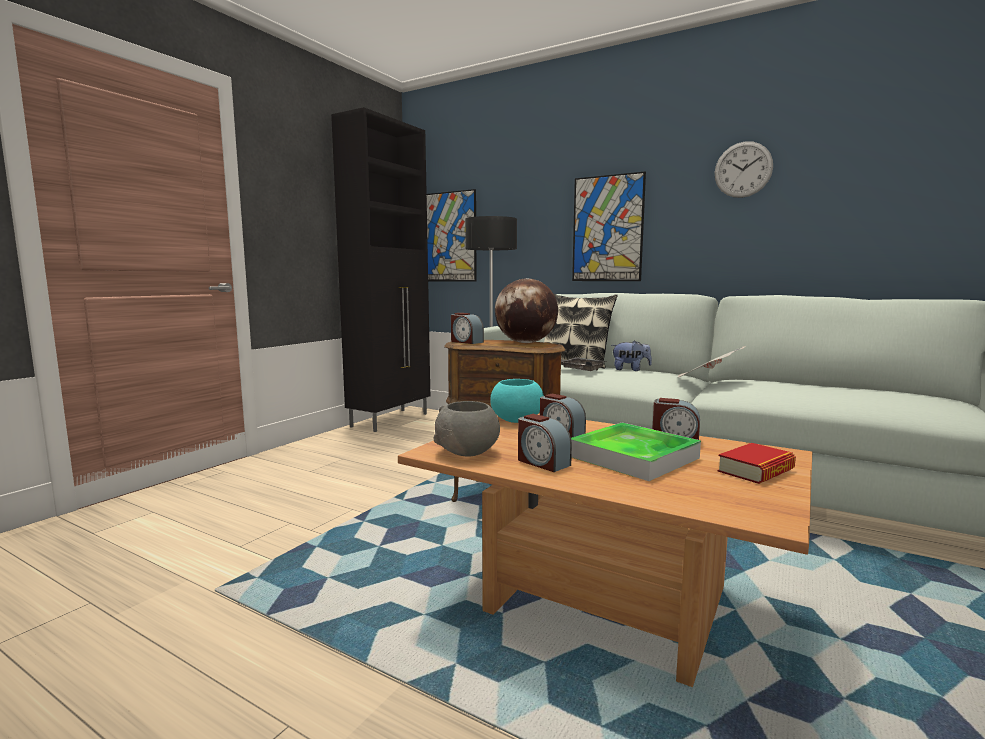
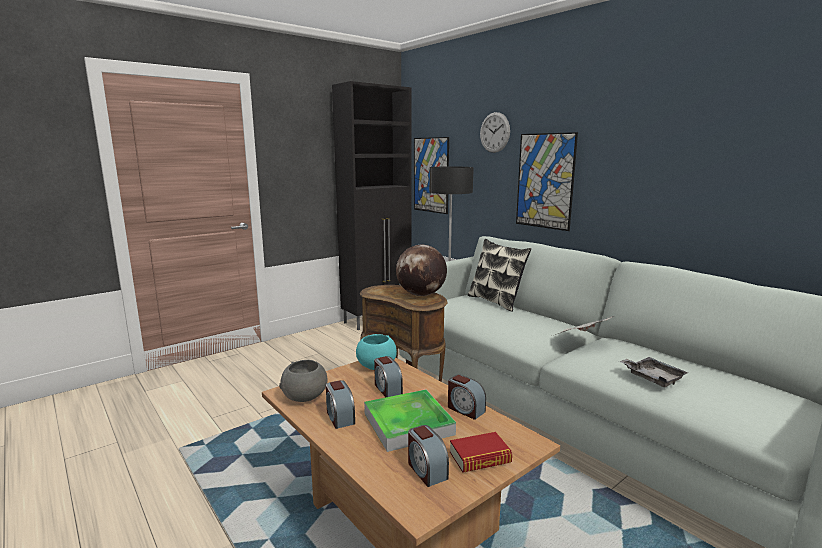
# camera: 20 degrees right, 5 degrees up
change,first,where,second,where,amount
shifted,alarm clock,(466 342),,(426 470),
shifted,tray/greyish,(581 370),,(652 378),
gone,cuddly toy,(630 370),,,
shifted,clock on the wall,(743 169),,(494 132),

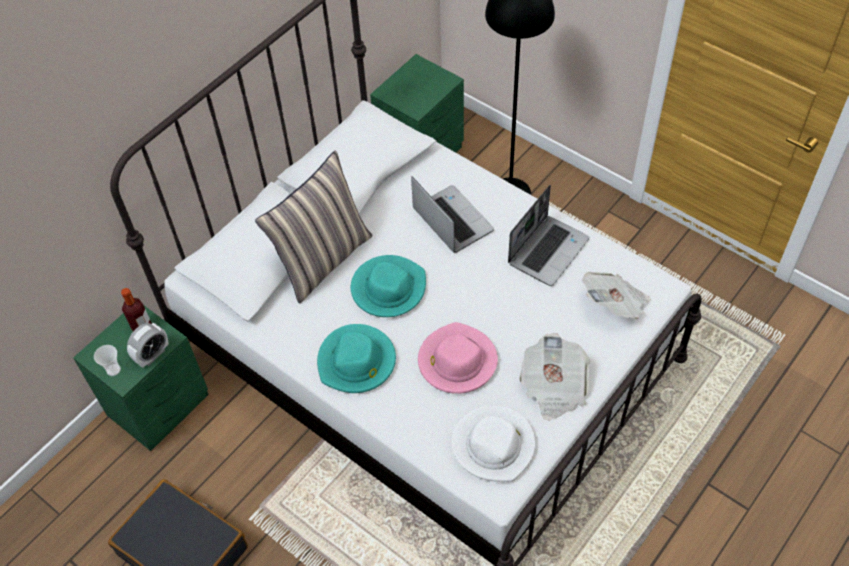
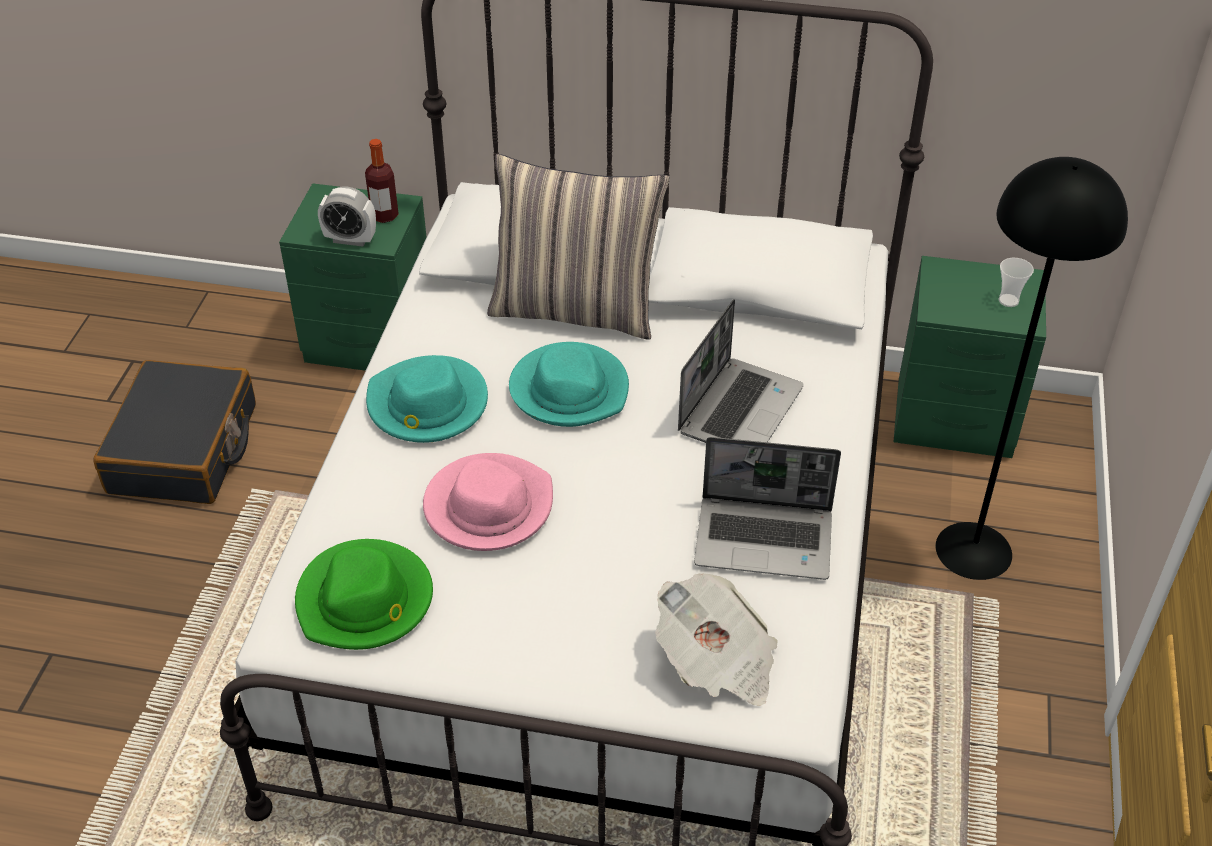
# camera: 60 degrees right, 10 degrees down
change,first,where,second,where,amount
shifted,cup,(113 370),,(1008 300),
repainted,hat/white-coloured,(494 445),hat/greenish,(365 600),
gone,daily paper,(553 388),,,

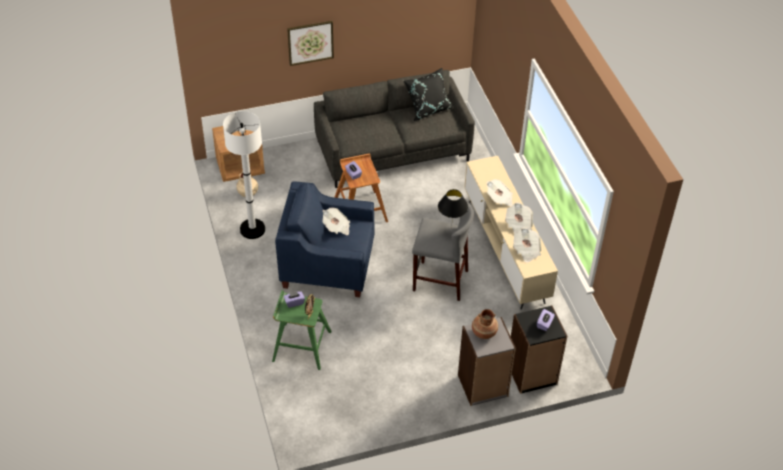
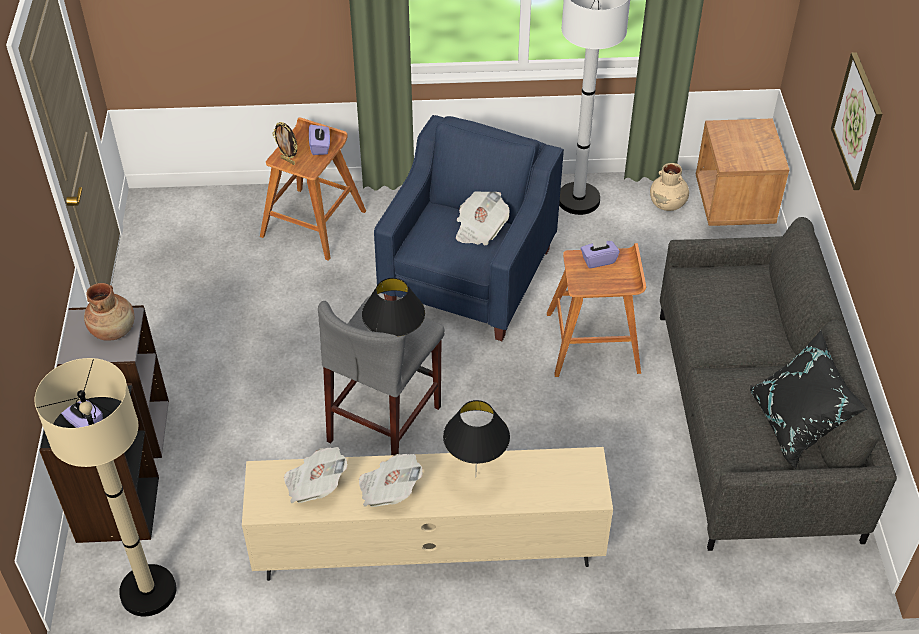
# camera: 105 degrees right, 0 degrees up
change,first,where,second,where,amount
repainted,stool seat/greenish,(301 346),stool seat/brown,(314 223),
swapped,daily paper,(499 199),lamp for a table/black,(475 477),
new,,,standard lamp/beige,(148 591),

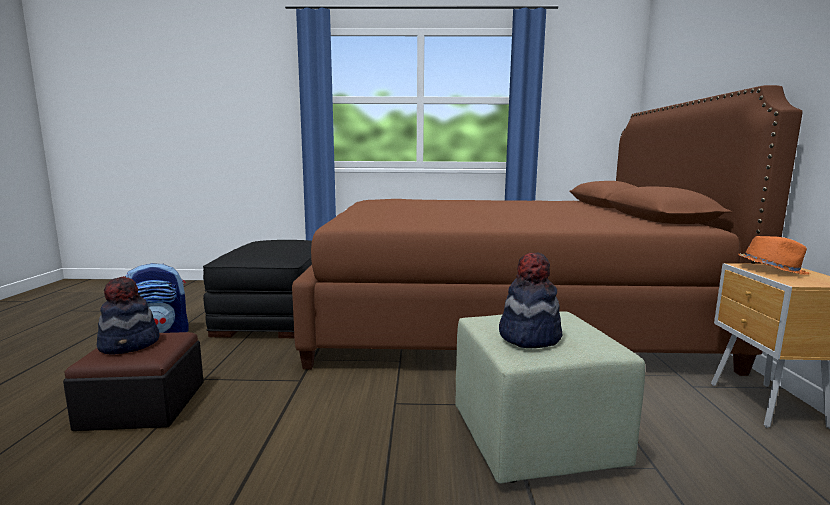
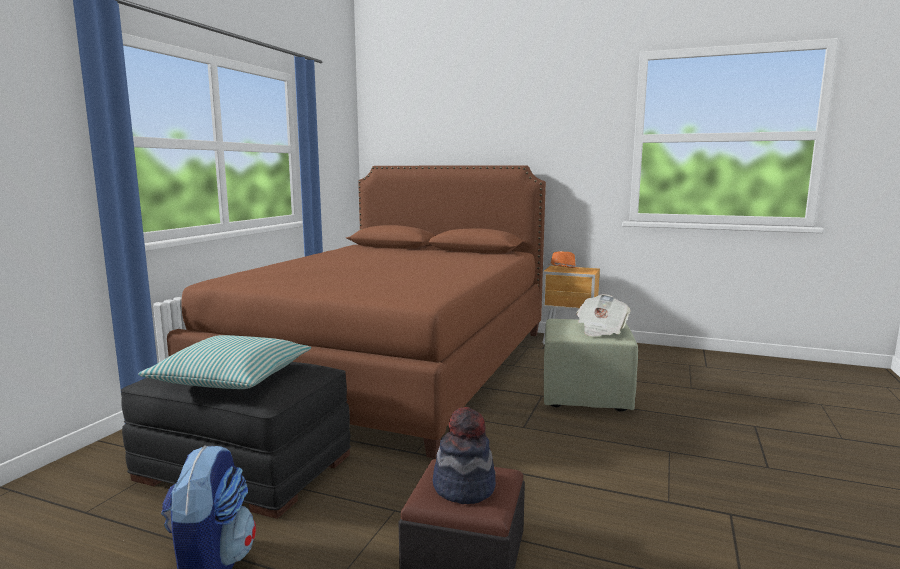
# camera: 70 degrees left, 0 degrees up
change,first,where,second,where,amount
swapped,hat,(529 336),daily paper,(601 330),
new,,,pillow,(232 378),

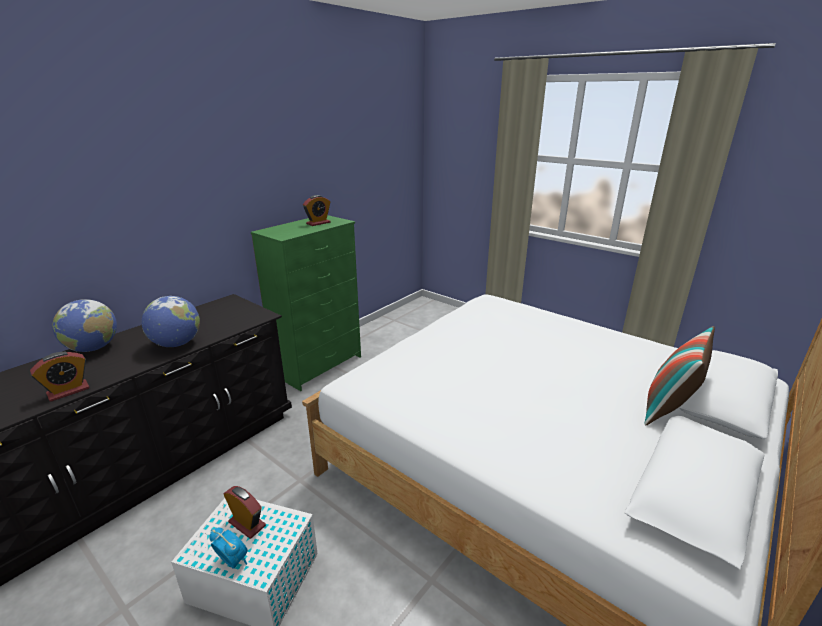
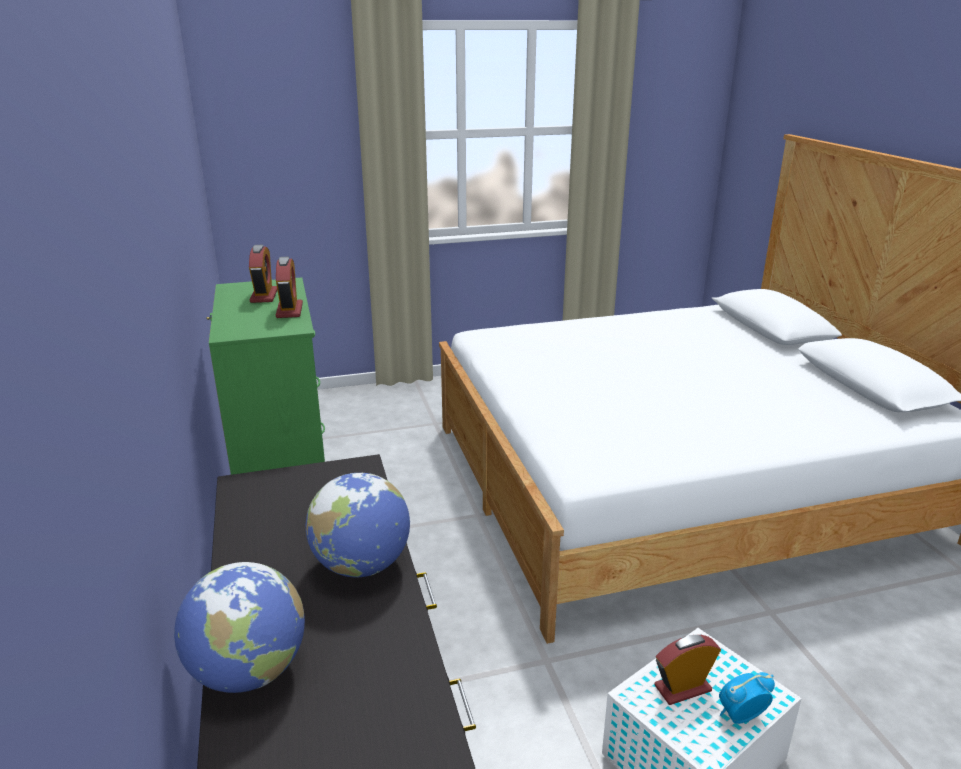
# camera: 55 degrees left, 0 degrees up
change,first,where,second,where,amount
shifted,alarm clock,(68 391),,(289 310),
gone,pillow,(669 408),,,

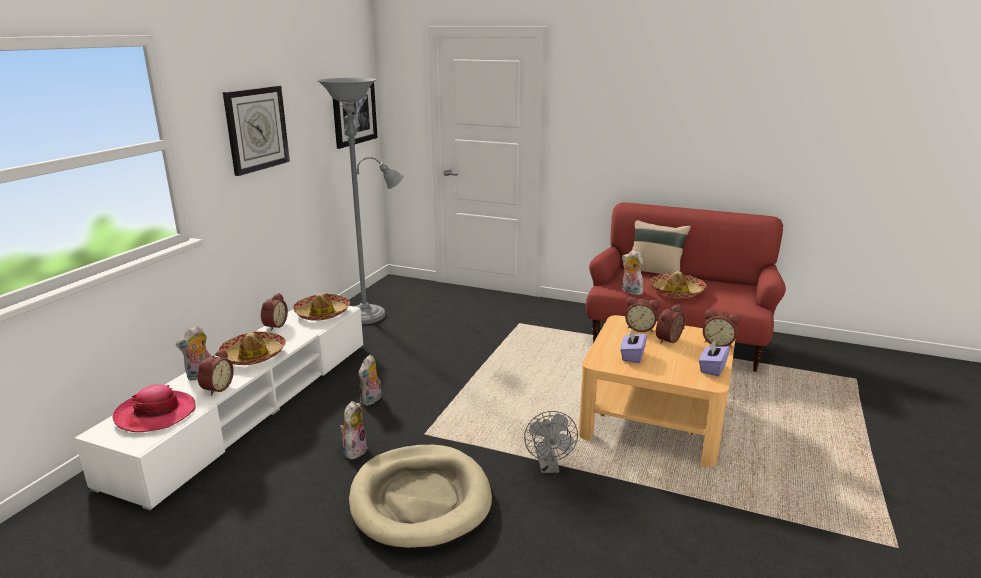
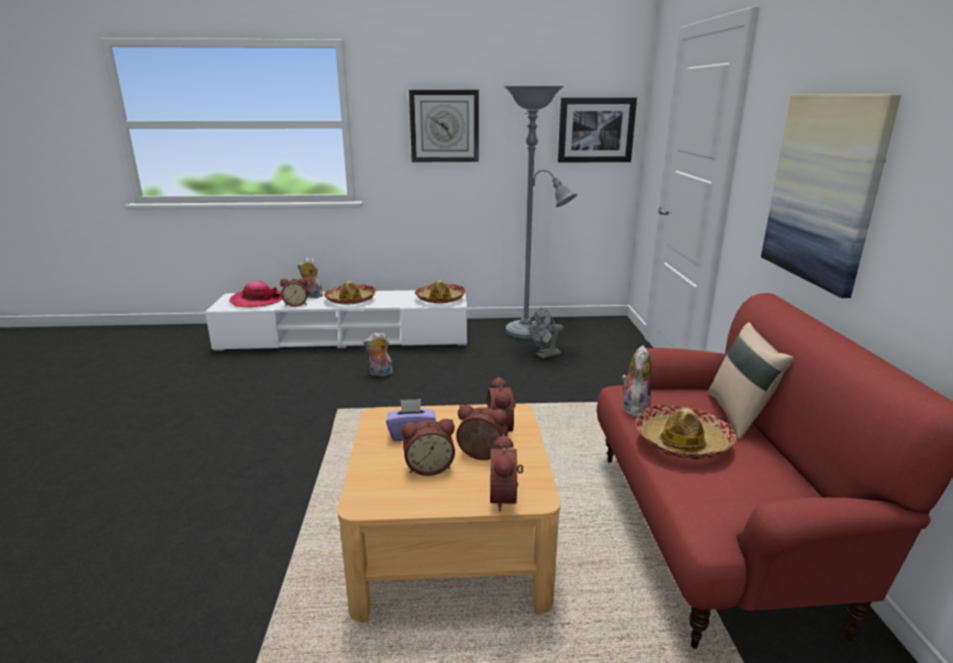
# camera: 65 degrees right, 0 degrees up
change,first,where,second,where,amount
shifted,alarm clock,(274 325),,(429 467),
gone,cuddly toy,(354 450),,,
gone,dog bed/beige,(420 500),,,
shifted,electric fan/greyish,(549 467),,(545 355),
gone,box of tissues/purple,(712 368),,,
new,,,wall picture,(824 189),

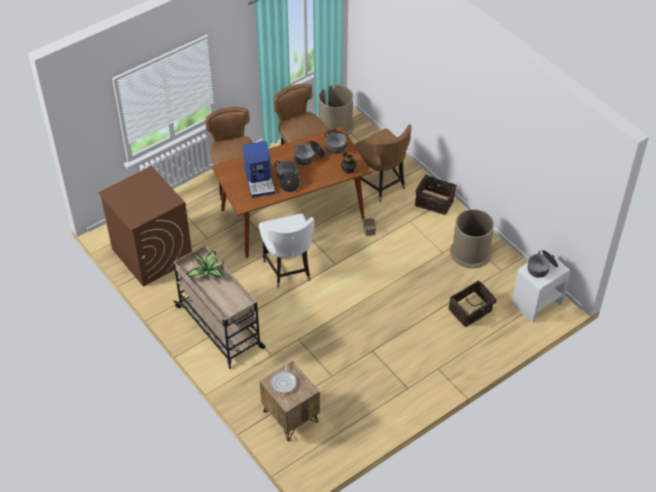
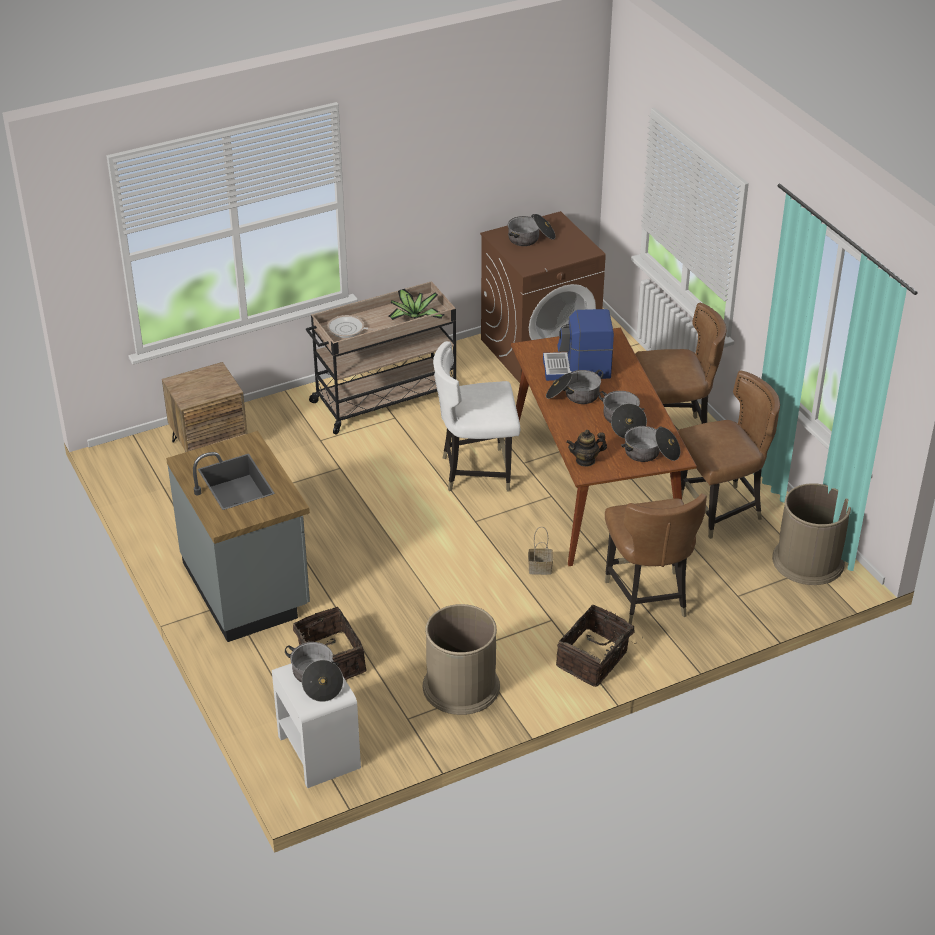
# camera: 100 degrees right, 10 degrees down
change,first,where,second,where,amount
shifted,skillet,(284 382),,(348 330),
rotated,upright chair/brown,(381 184),,(648 597),75 degrees counterclockwise
new,,,kitchen counter/greyish,(247 587),
new,,,saucepot,(531 238),

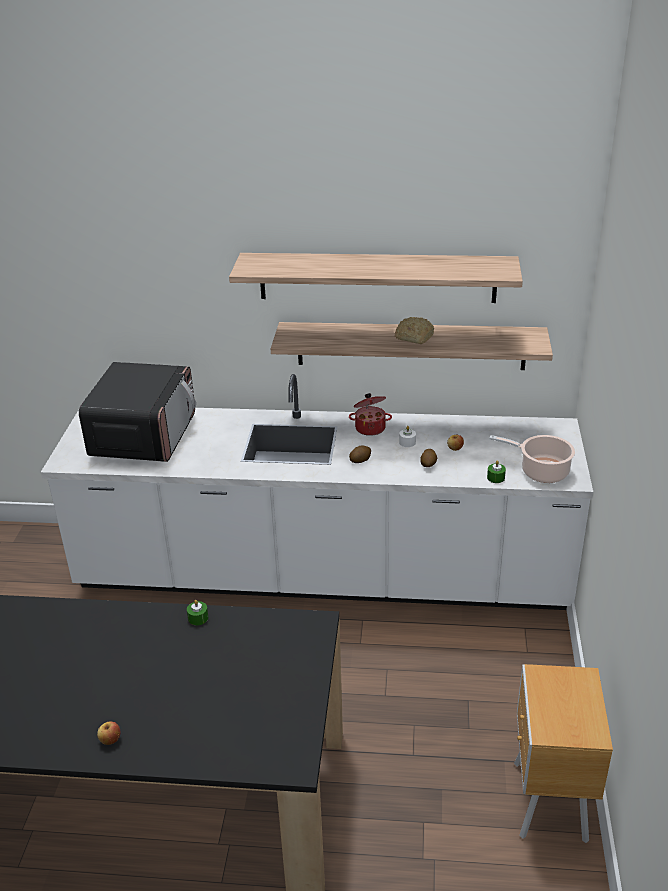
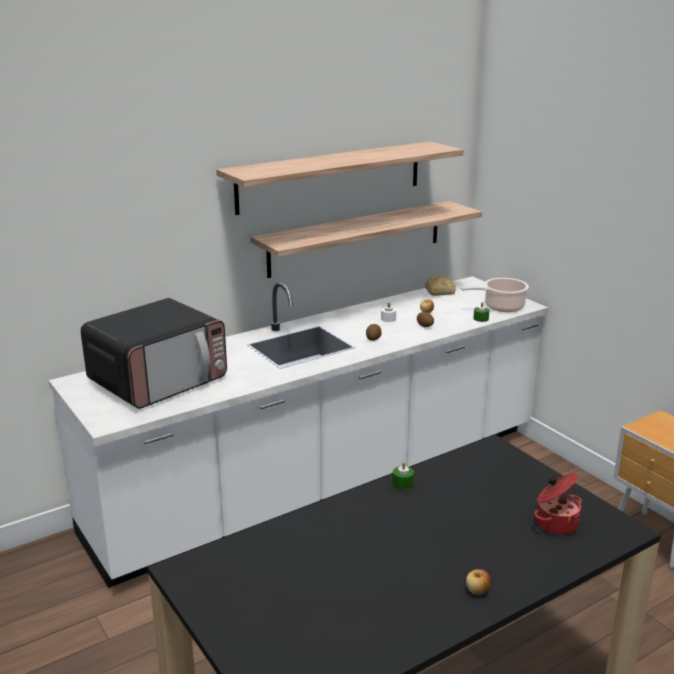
# camera: 40 degrees left, 10 degrees down
change,first,where,second,where,amount
rotated,microwave oven,(144 436),,(159 380),75 degrees clockwise
shifted,saucepot,(370 428),,(555 523),
shifted,bakery bread,(413 337),,(439 292),

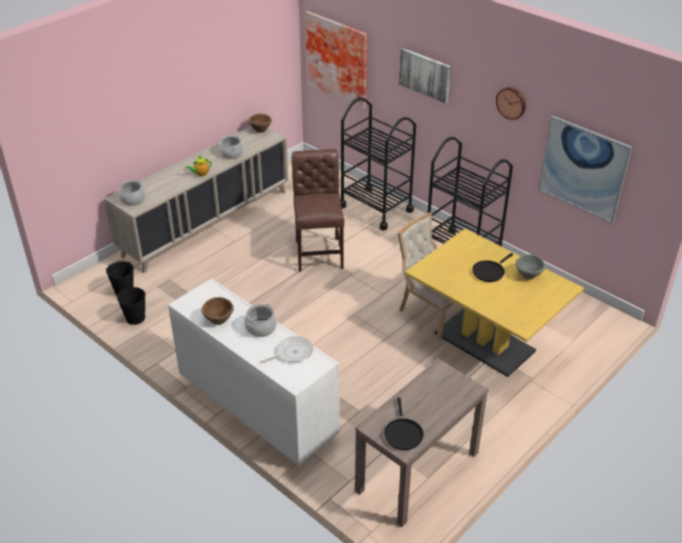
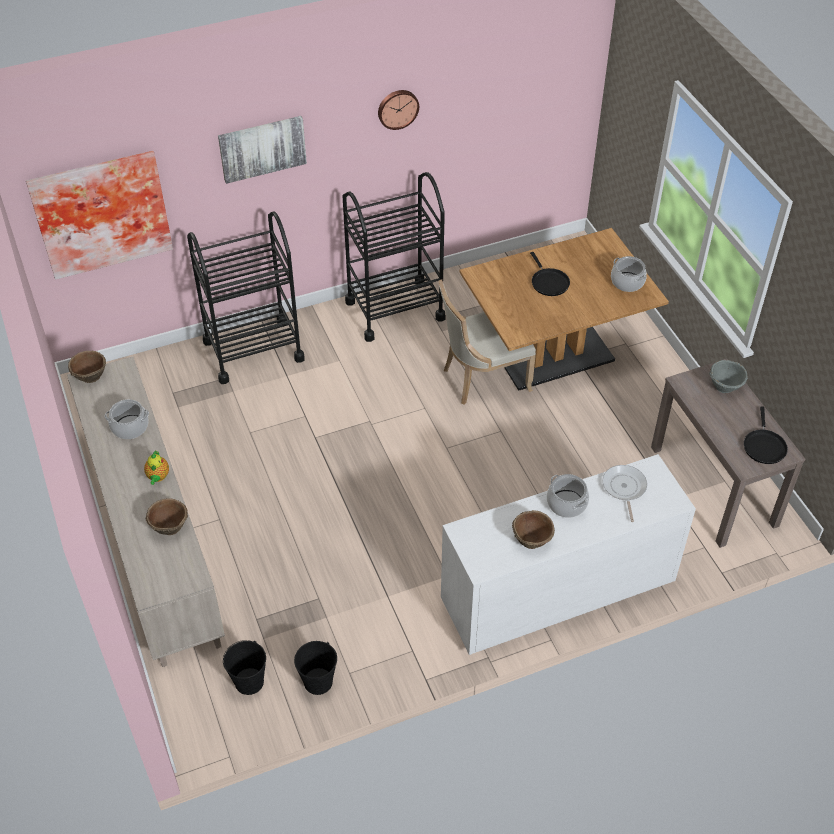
# camera: 65 degrees left, 10 degrees up
change,first,where,second,where,amount
shifted,saucepot,(133 199),,(627 282),
gone,upright chair/brown,(319 252),,,
rotated,skillet/black,(403 433),,(764 446),75 degrees clockwise
repainted,dinner table/yellow,(484 342),dinner table/brown,(554 356),
shifted,serving bowl/greyish,(528 275),,(725 386),
gone,wall picture,(583 168),,,
new,,,serving bowl/brown,(169 527),

